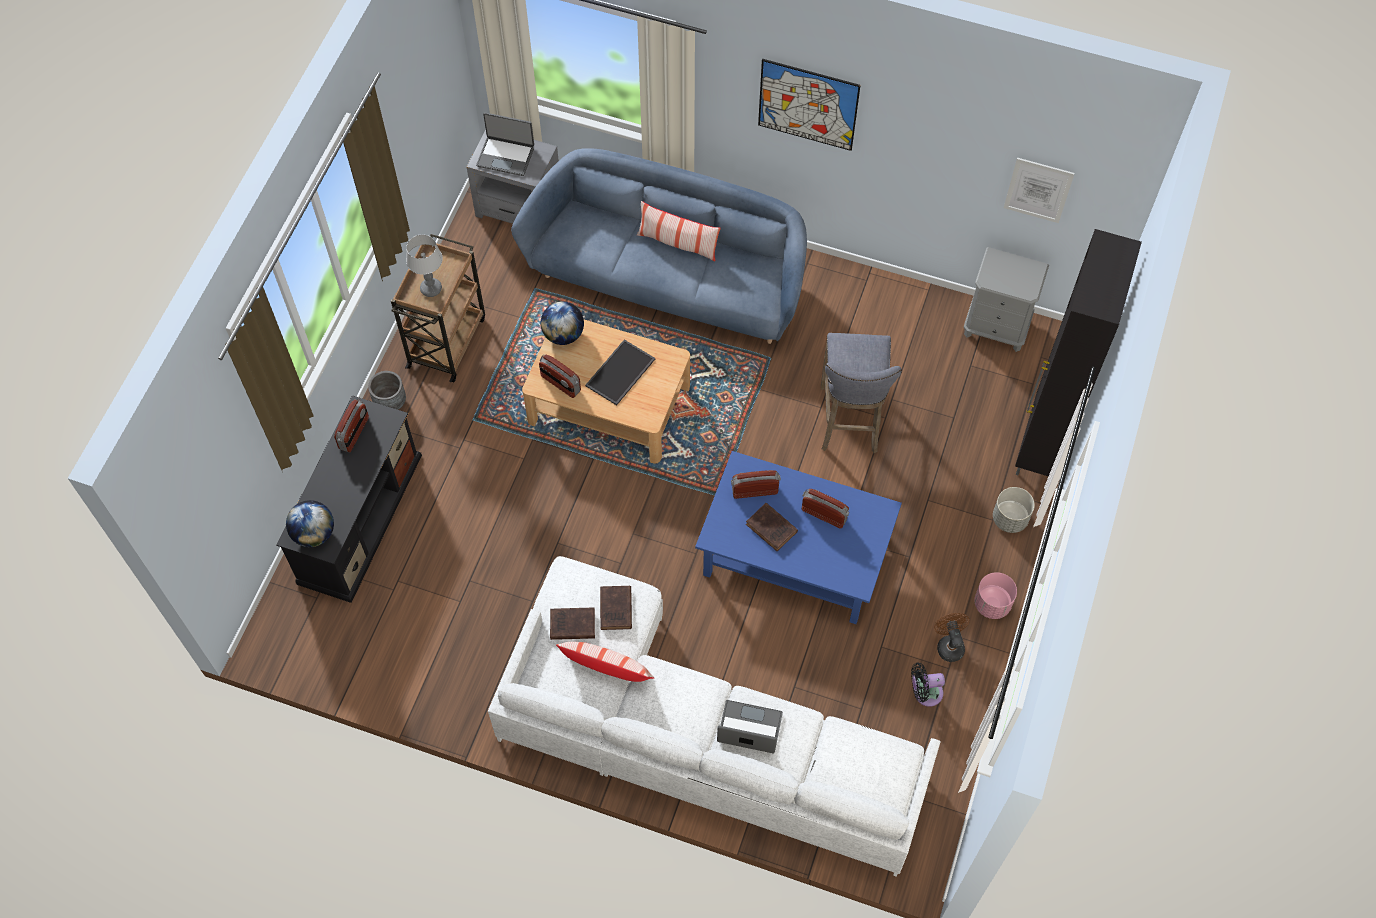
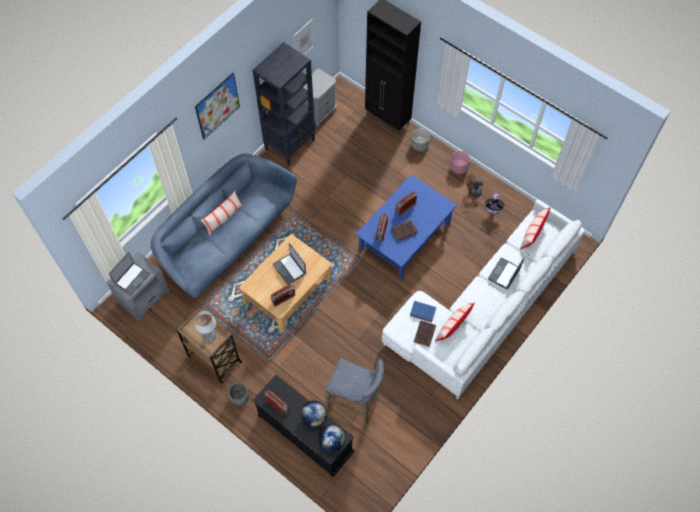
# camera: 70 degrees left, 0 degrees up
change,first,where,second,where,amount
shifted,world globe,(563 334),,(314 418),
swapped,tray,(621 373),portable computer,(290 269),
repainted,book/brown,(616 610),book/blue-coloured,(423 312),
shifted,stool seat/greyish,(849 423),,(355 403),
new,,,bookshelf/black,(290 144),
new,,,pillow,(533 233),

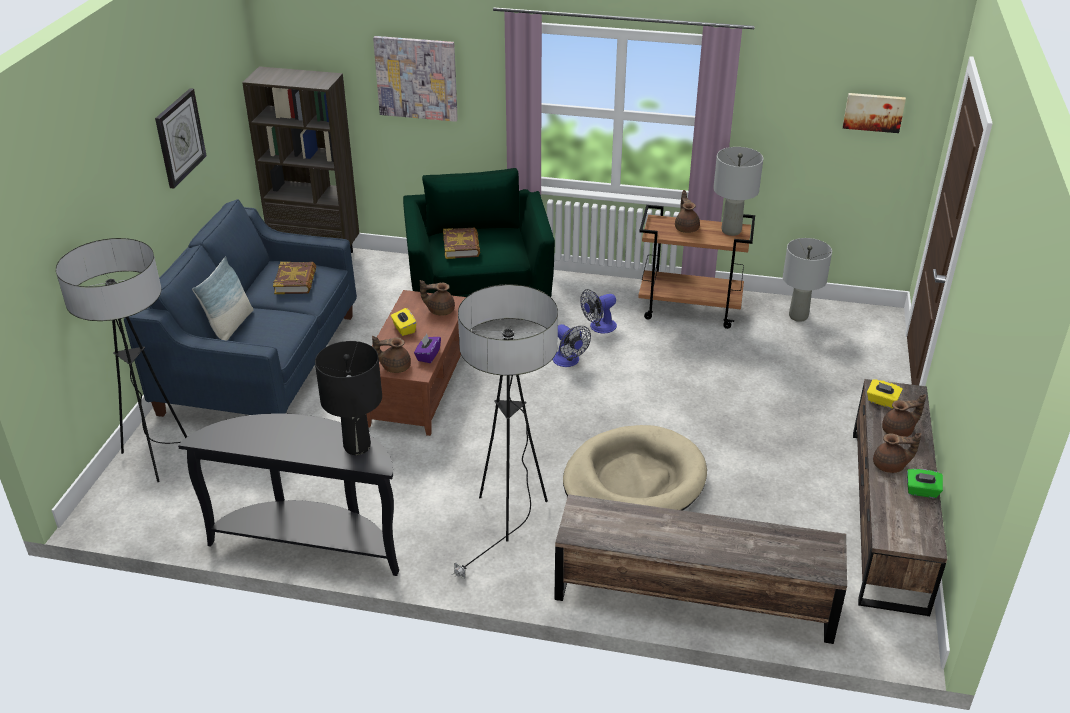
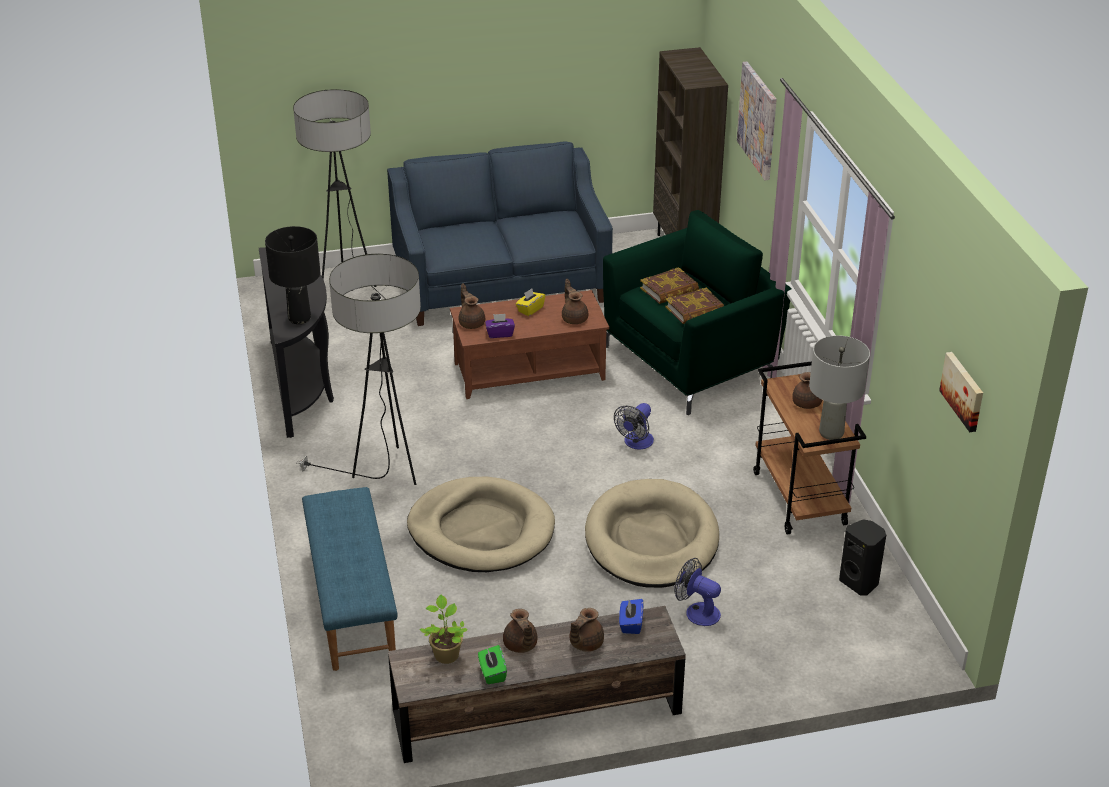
# camera: 65 degrees right, 0 degrees up
change,first,where,second,where,amount
gone,clock on the wall,(179 137),,,
gone,pillow,(230 327),,,
shifted,book,(296 281),,(695 310),
swapped,tv stand/brown,(693 594),long seat/blue-coloured,(351 601),
shifted,electric fan,(599 327),,(697 611),
swapped,lamp for a table/greyish,(798 316),audio speaker/black,(860 582),
repainted,box of tissues/yellow,(882 401),box of tissues/blue-coloured,(630 624),
rotated,tea pot/brown,(898 431),,(584 643),75 degrees clockwise
new,,,houseplant,(446 654),
new,,,dog bed/beige,(651 540),

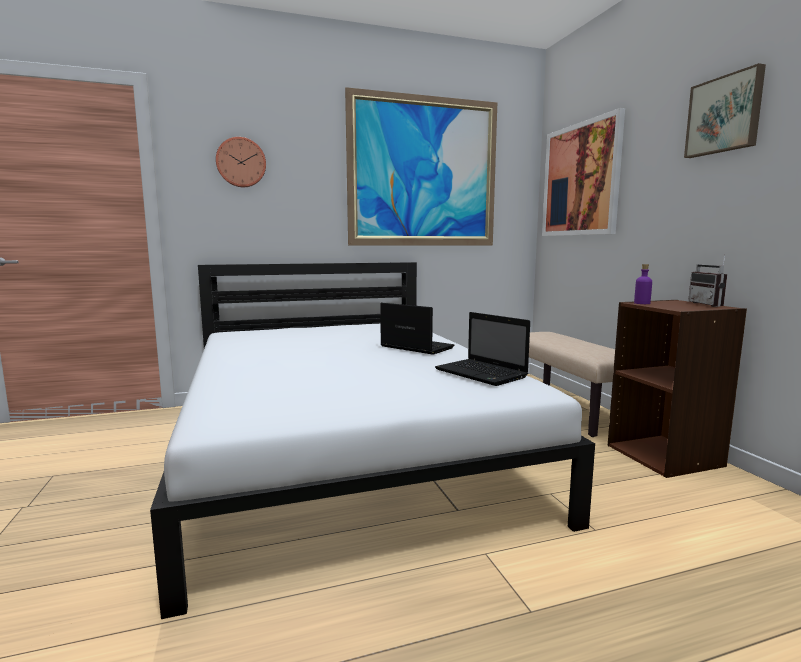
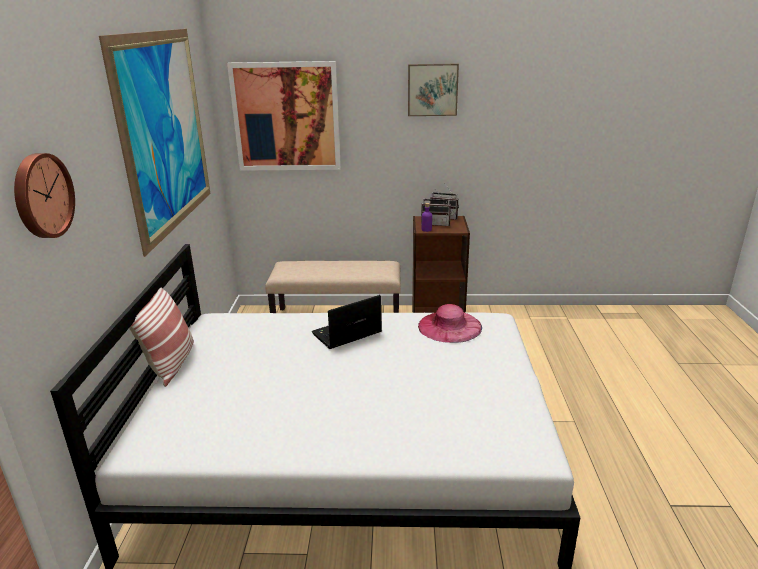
# camera: 70 degrees left, 15 degrees up
change,first,where,second,where,amount
swapped,portable computer,(482 374),hat/pink-coloured,(449 326),
new,,,pillow,(170 363),
new,,,radio set,(436 224),

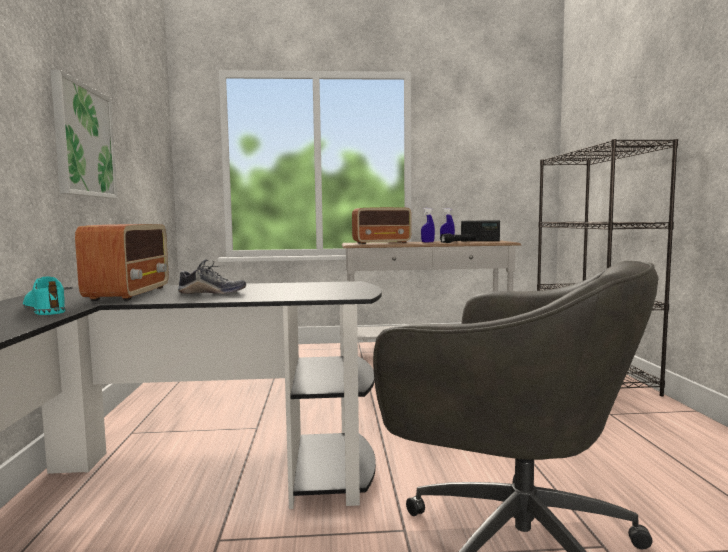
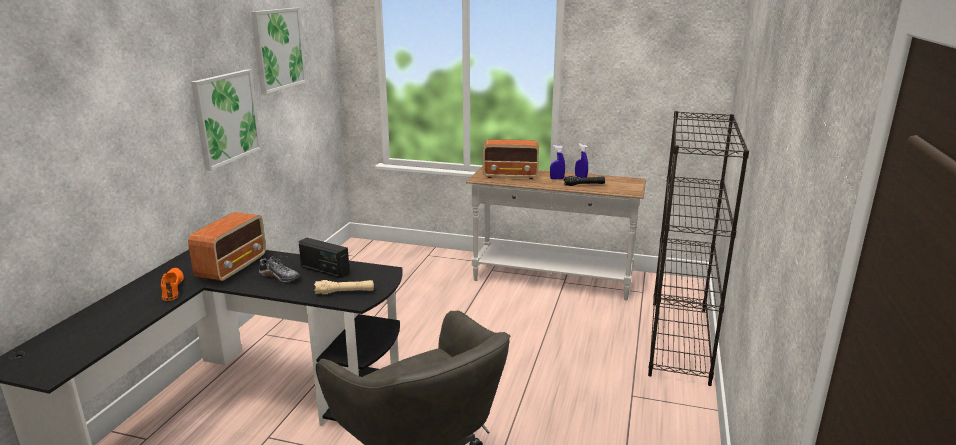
# camera: 20 degrees right, 15 degrees up
change,first,where,second,where,amount
repainted,low shoe/blue-green,(46 308),low shoe/orange-coloured,(173 288),
shifted,radio set,(480 241),,(324 270),
new,,,wall picture,(278 49),
new,,,torch/beige,(345 292),

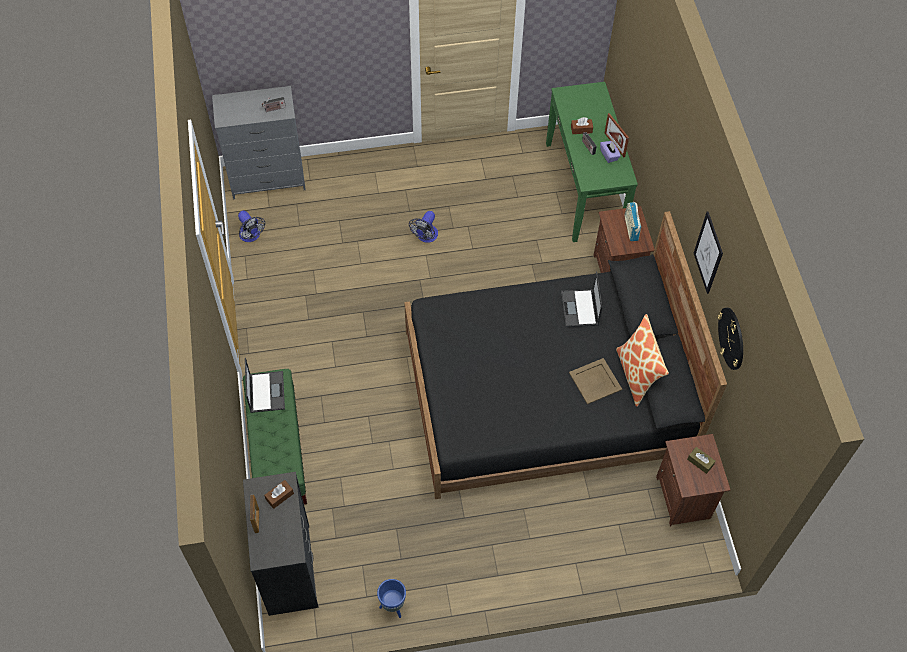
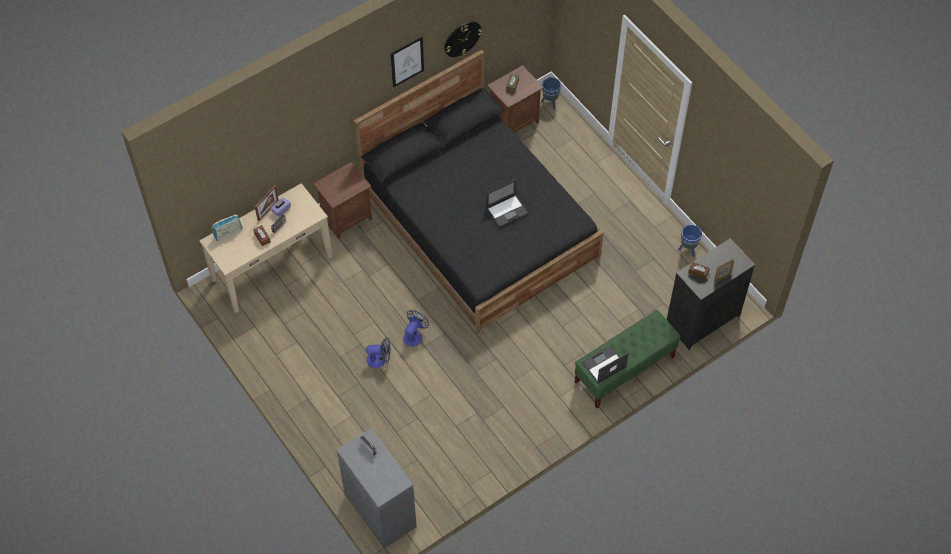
# camera: 115 degrees left, 0 degrees up
change,first,where,second,where,amount
shifted,electric fan,(251 236),,(414 335),
repainted,narrow table/greenish,(585 188),narrow table/beige,(272 267),
shifted,portable computer,(580 309),,(507 210),
gone,tray/beige,(595 381),,,
gone,pillow,(637 375),,,
shifted,radio set,(631 228),,(228 232),
new,,,flower pot/blue-coloured,(550 103),

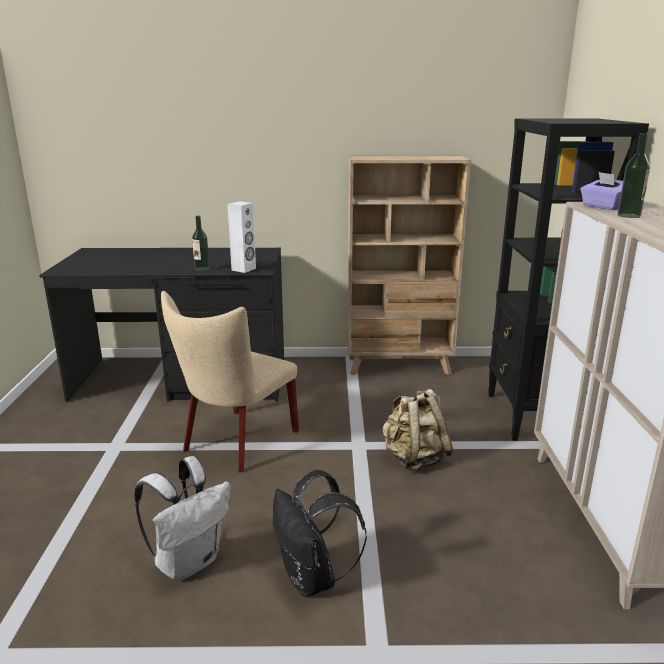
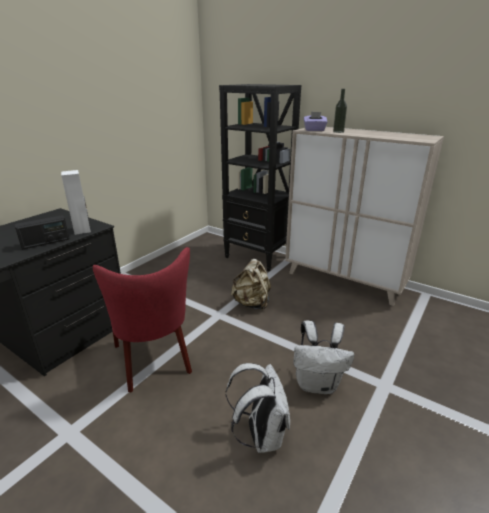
# camera: 55 degrees left, 5 degrees up
change,first,where,second,where,amount
repainted,upright chair/beige,(236 443),upright chair/reddish,(154 361),
swapped,drink bottle,(202 269),radio set,(45 243),
repainted,rucksack/black,(313 578),rucksack/white-coloured,(317 384),
gone,bookshelf/beige,(399 366),,,

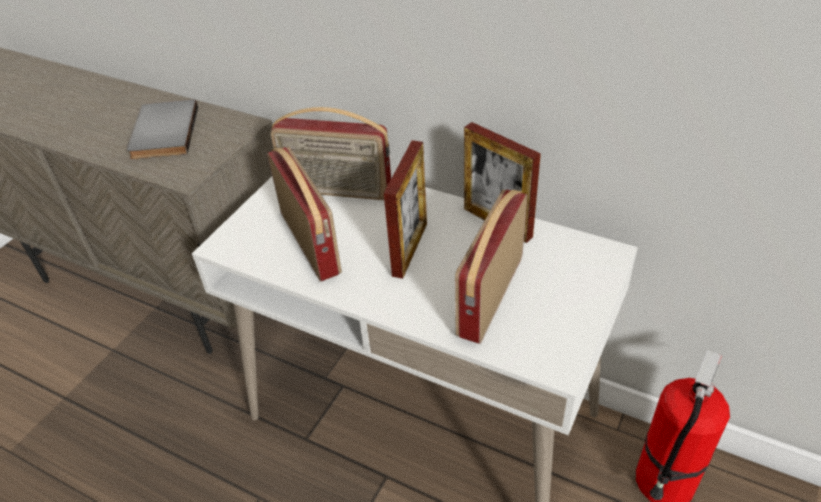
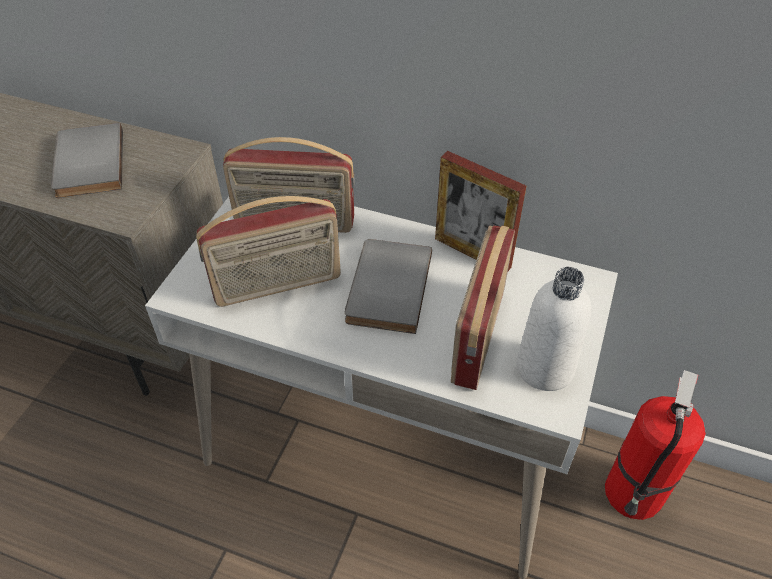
# camera: 10 degrees left, 5 degrees up
change,first,where,second,where,amount
rotated,radio set,(311 242),,(277 285),105 degrees clockwise
swapped,photo frame,(410 249),book/greyish,(385 287),
new,,,drink bottle/white-coloured,(545 368),

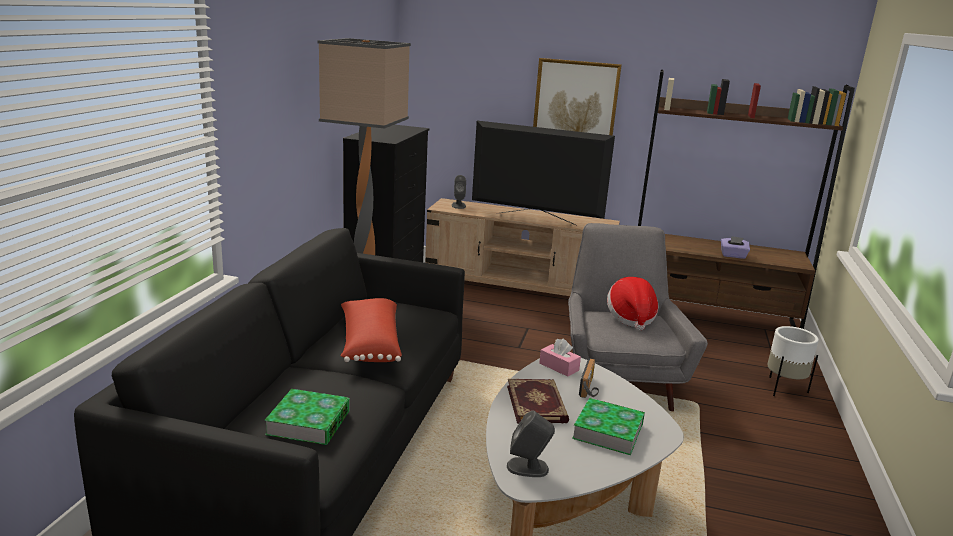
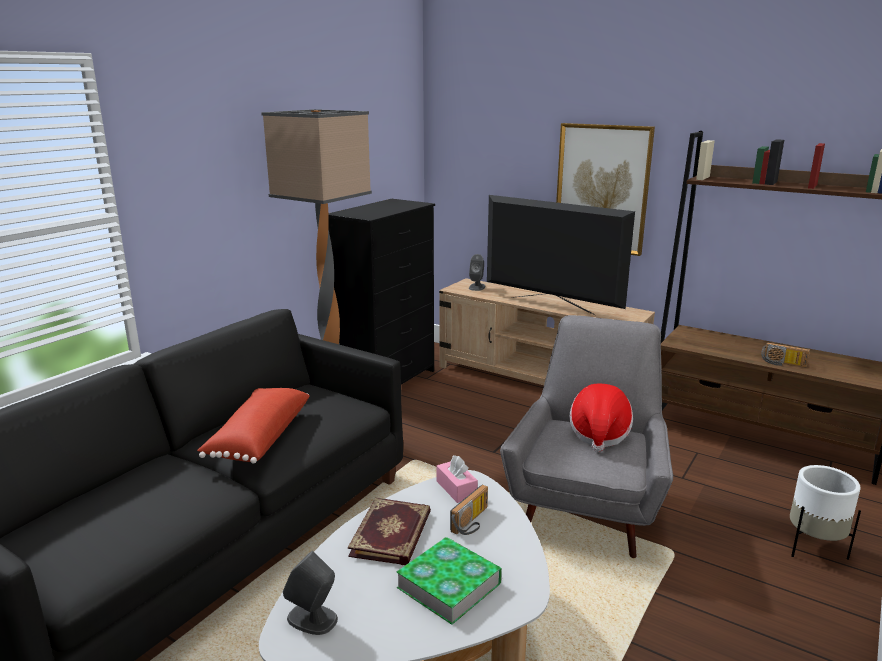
# camera: 20 degrees right, 0 degrees up
change,first,where,second,where,amount
gone,book,(308 423),,,
swapped,box of tissues/purple,(733 256),radio set,(782 364),

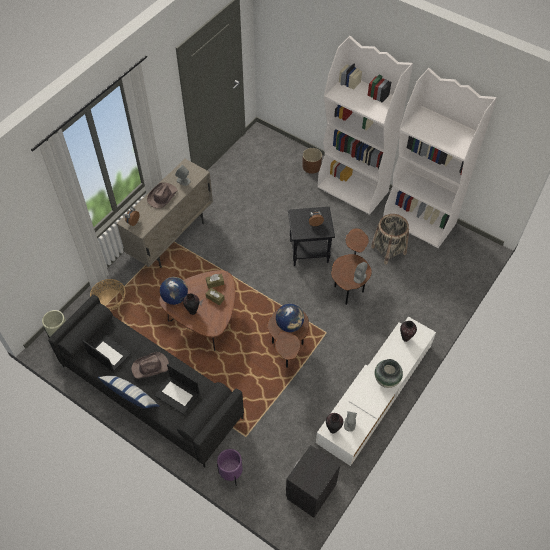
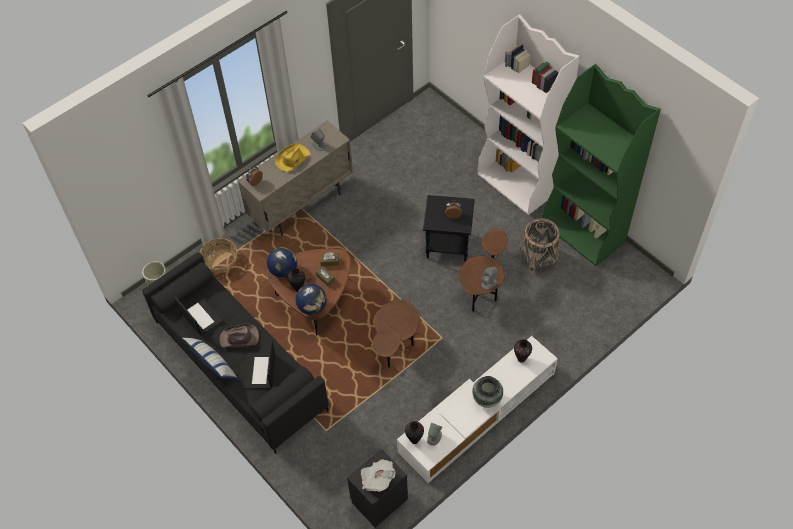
# camera: 15 degrees right, 0 degrees up
change,first,where,second,where,amount
repainted,hat/brown,(162 196),hat/yellow,(292 159),
rotated,portable computer,(177 394),,(260 371),45 degrees clockwise
gone,flower pot/purple,(231 474),,,
shifted,world globe,(289 325),,(312 307),
gone,flower pot/brown,(311 166),,,
repainted,bookshelf/white-coloured,(419 221),bookshelf/greenish,(584 232),
new,,,daily paper,(377 479),

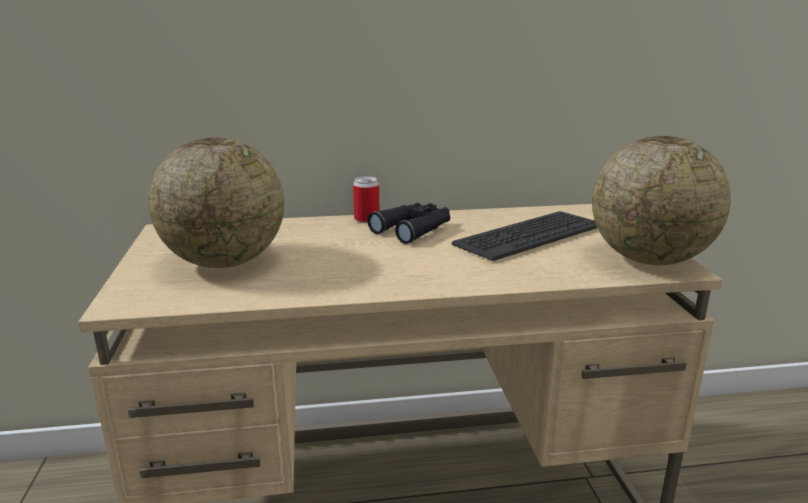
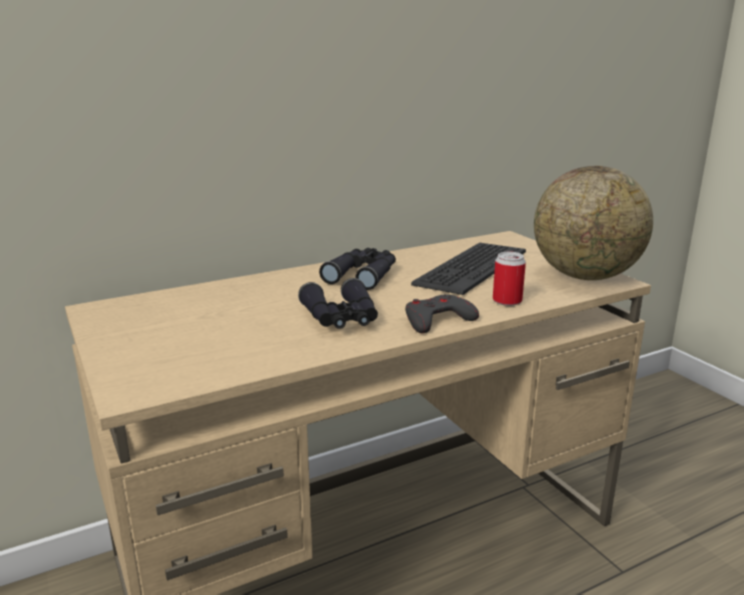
# camera: 20 degrees left, 0 degrees up
change,first,where,second,where,amount
gone,world globe,(225 262),,,
shifted,sealed can,(366 219),,(507 301),
new,,,pair of binoculars/black,(341 318),
new,,,game controller/greyish,(437 320),

